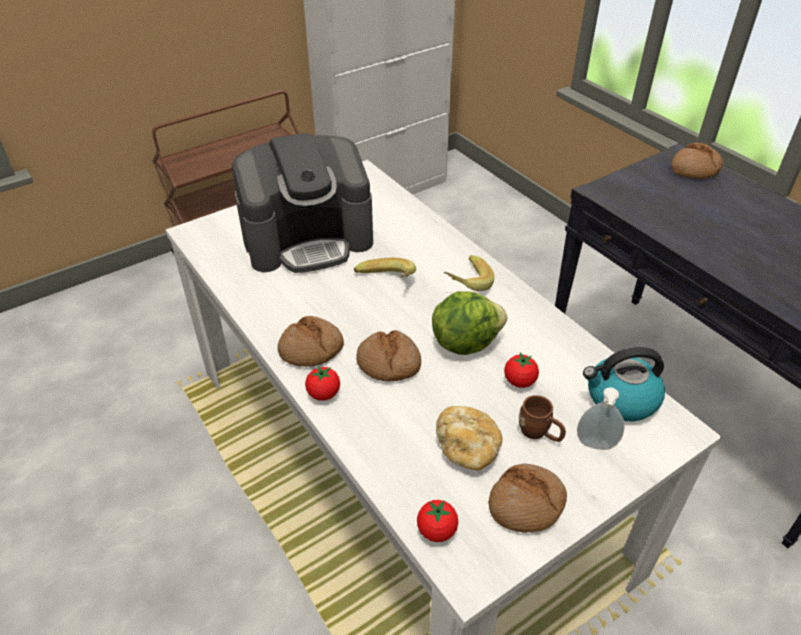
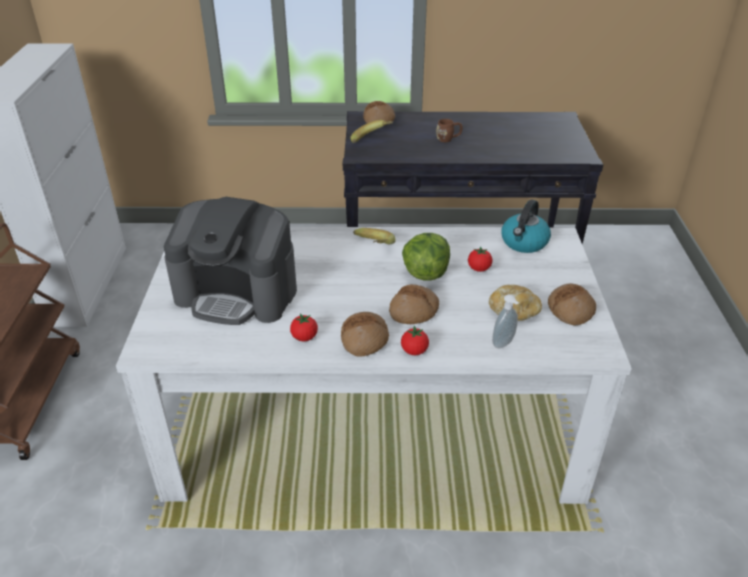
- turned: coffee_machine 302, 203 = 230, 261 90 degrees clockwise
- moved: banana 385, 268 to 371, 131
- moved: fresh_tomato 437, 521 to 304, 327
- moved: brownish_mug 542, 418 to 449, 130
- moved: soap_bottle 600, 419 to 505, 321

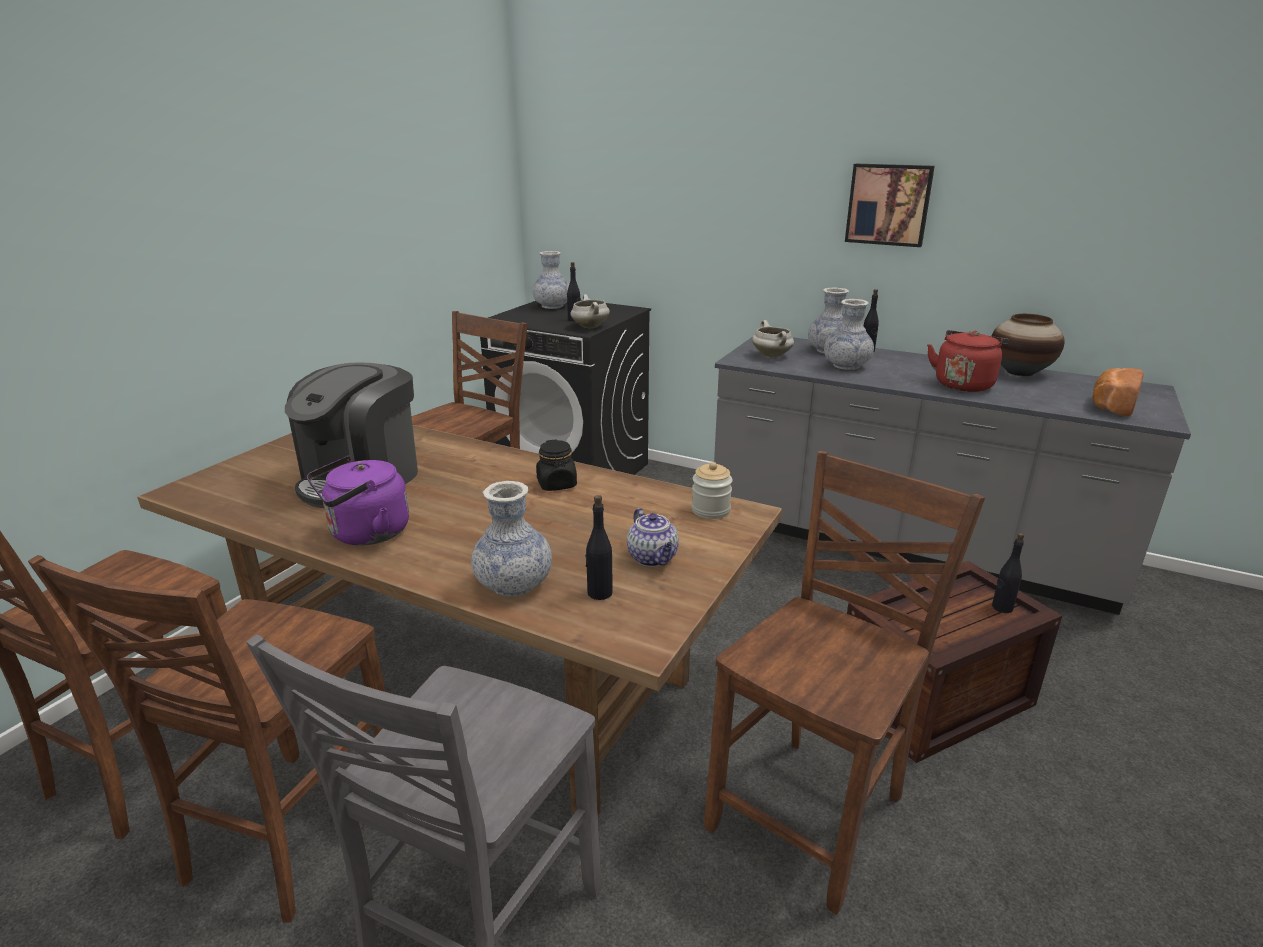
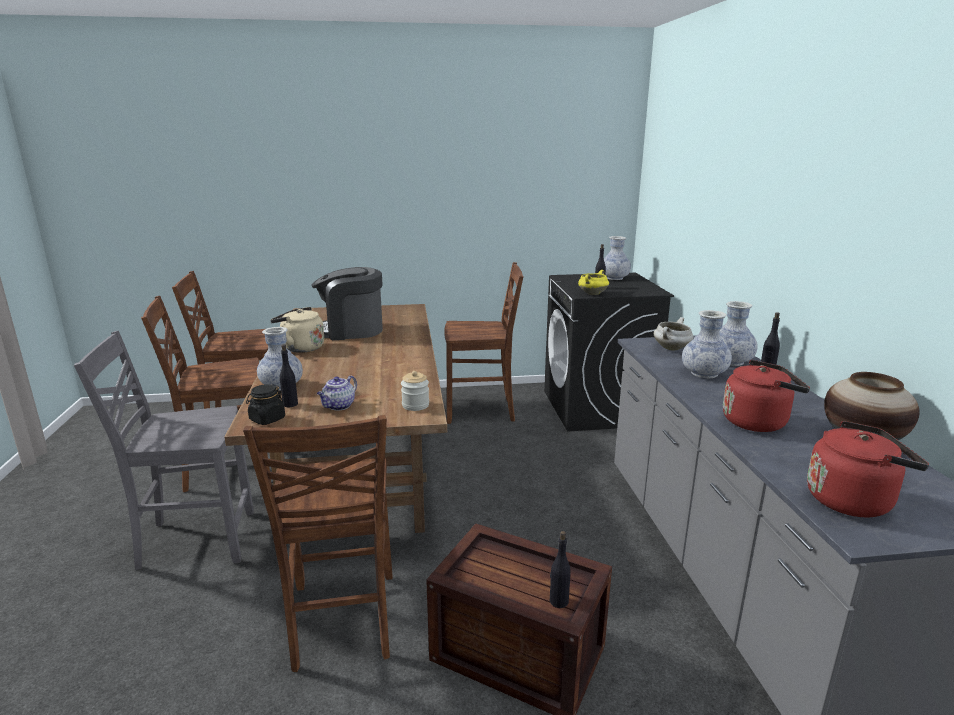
- recoloured: purplish_tea_kettle 358, 500 to beige_tea_kettle 297, 330
- moved: black-coloured_preserve_jar 556, 465 to 265, 404
- recoloured: white-coloured_stockpot 590, 311 to yellow-coloured_stockpot 593, 282
- turned: brownish_chair 844, 683 = 318, 543 75 degrees clockwise
- removed: wall_art 890, 205
- replaced: bread 1118, 392 to reddish_tea_kettle 868, 469

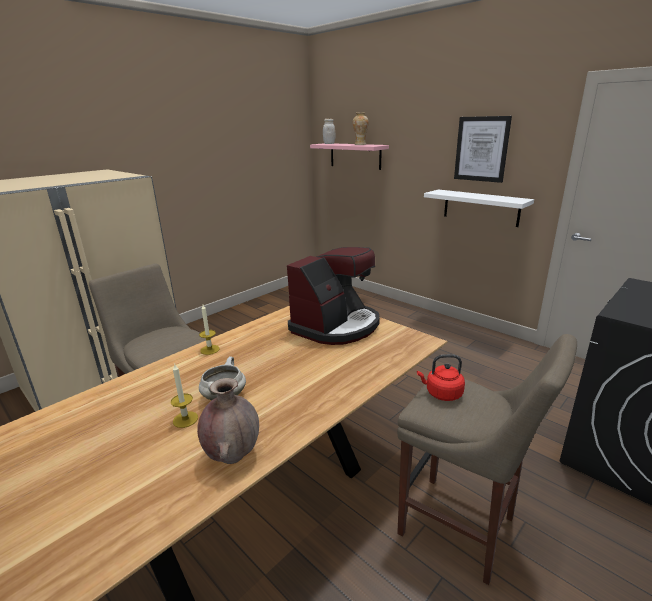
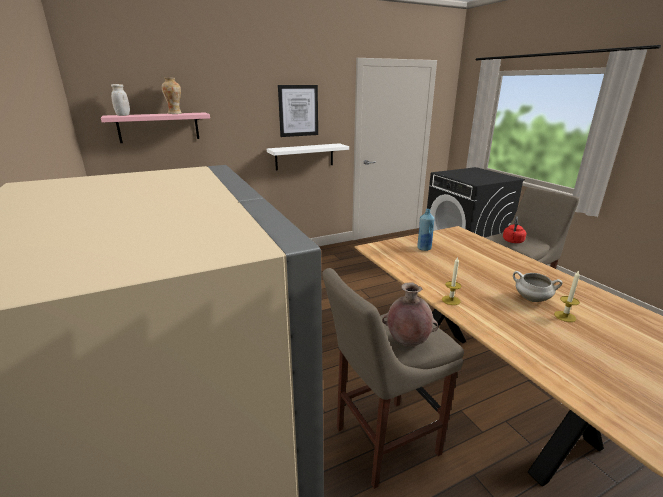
- moved: brownish_vase 228, 421 to 410, 314
- replaced: coffee_machine 333, 296 to blue_beverage_bottle 426, 230

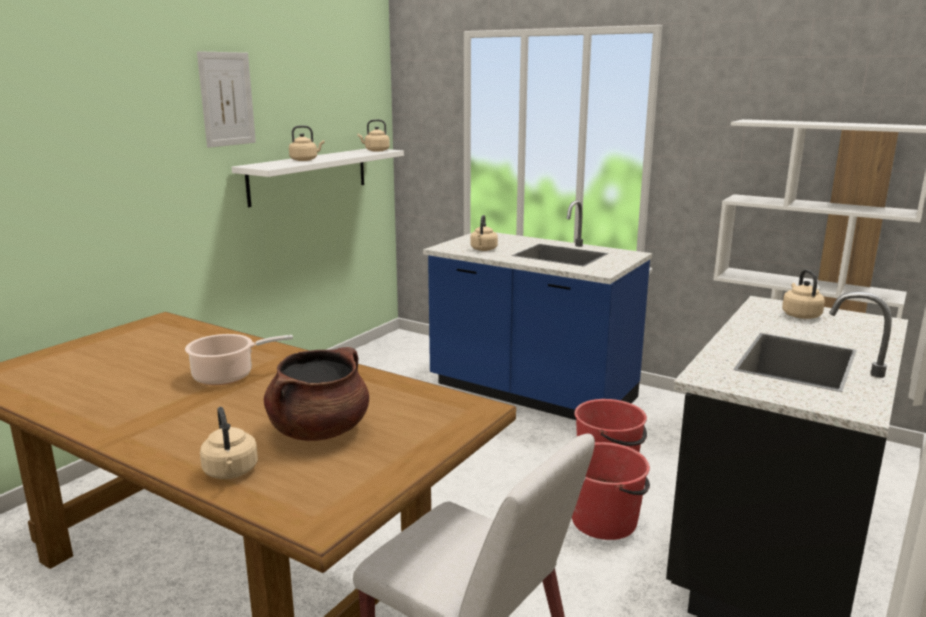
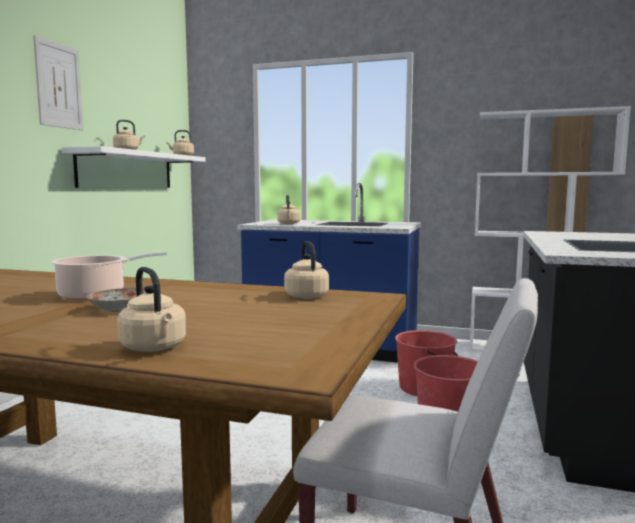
- removed: brownish_stockpot 316, 394
- moved: beige_tea_kettle 803, 294 to 306, 270
- added: flat_dish 116, 300

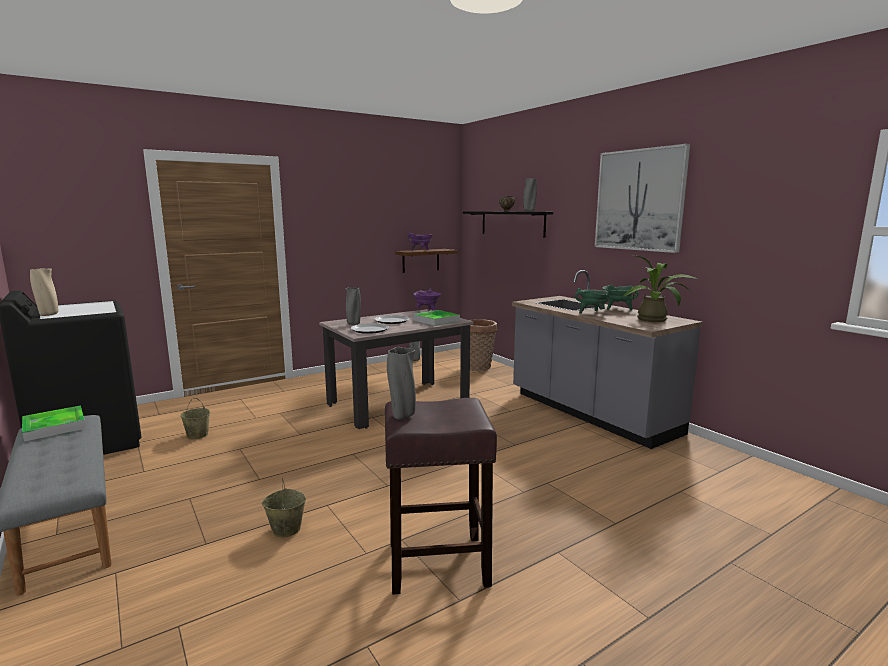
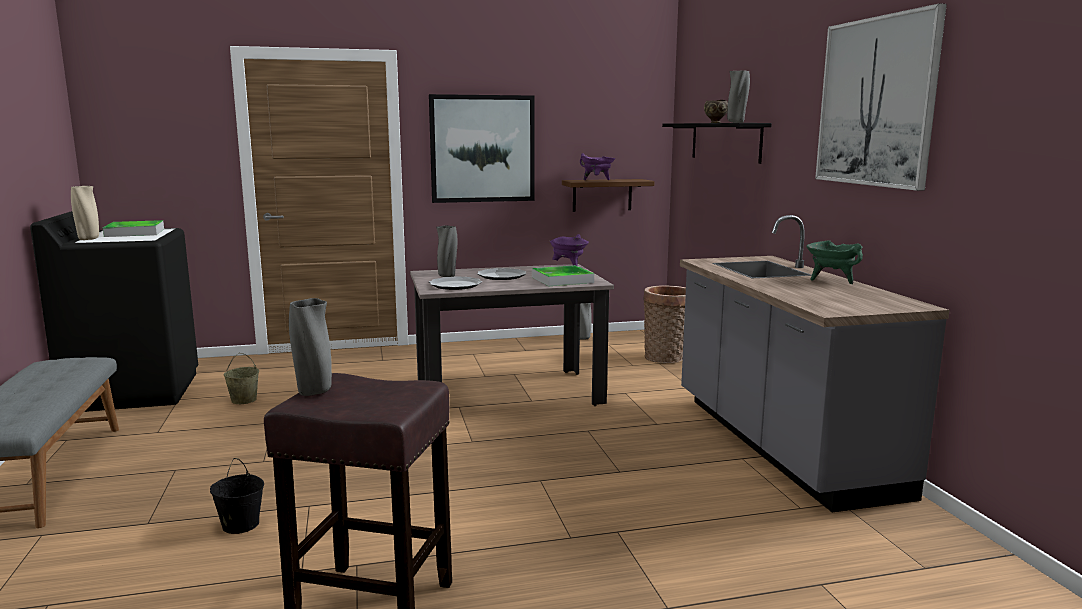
- moved: serving_tray 54, 423 to 133, 228
- recoloured: beige_water_bucket 284, 507 to black-coloured_water_bucket 237, 496
- removed: green-coloured_stockpot 593, 301
- removed: potted_plant 660, 288
- added: wall_art 482, 148

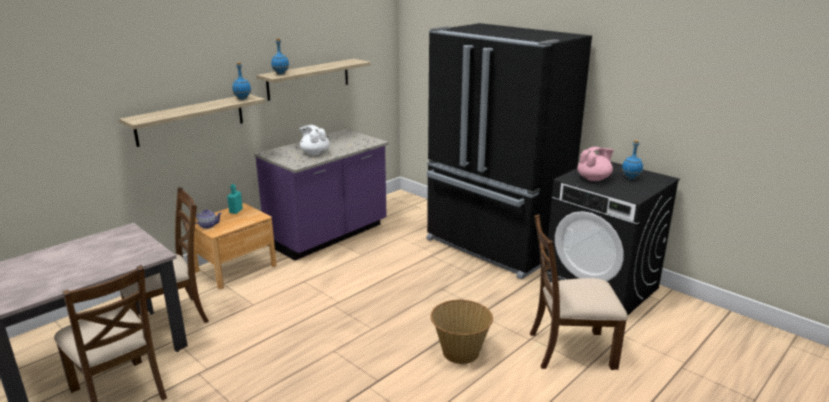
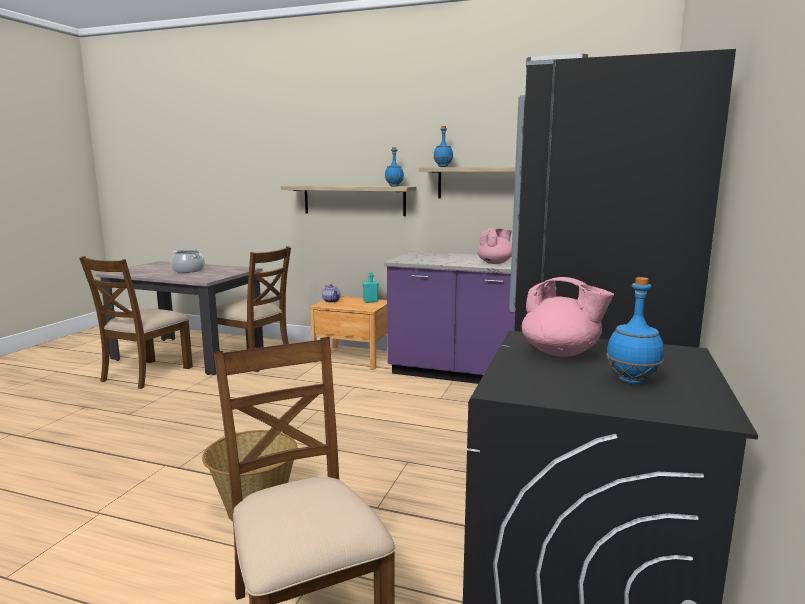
- removed: white-coloured_teapot 315, 140
- added: stockpot 188, 261
- added: pink-coloured_teapot 494, 246

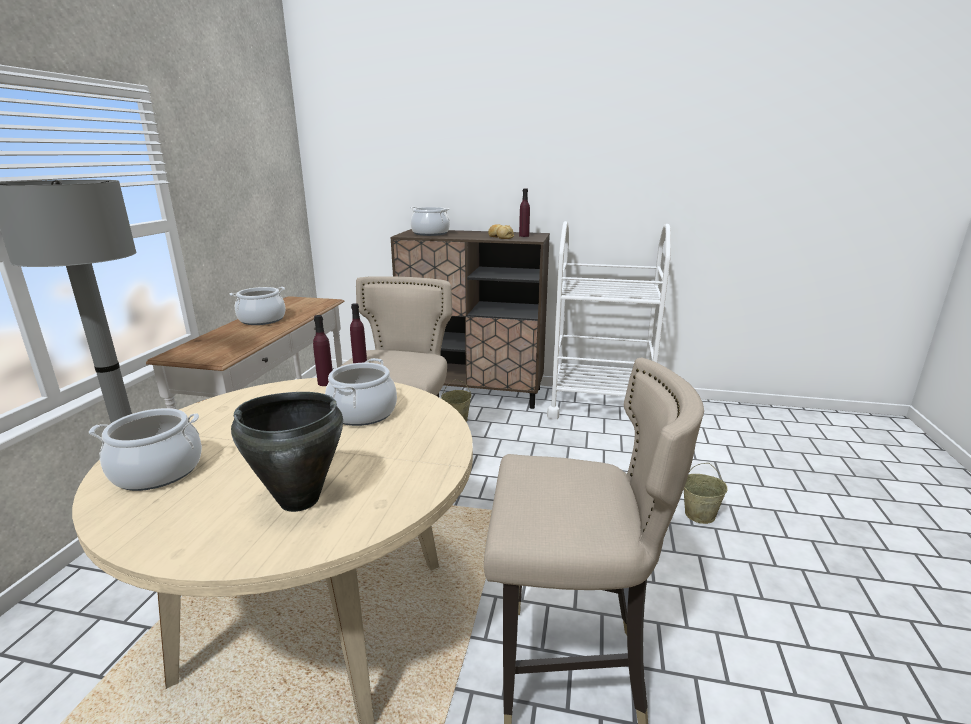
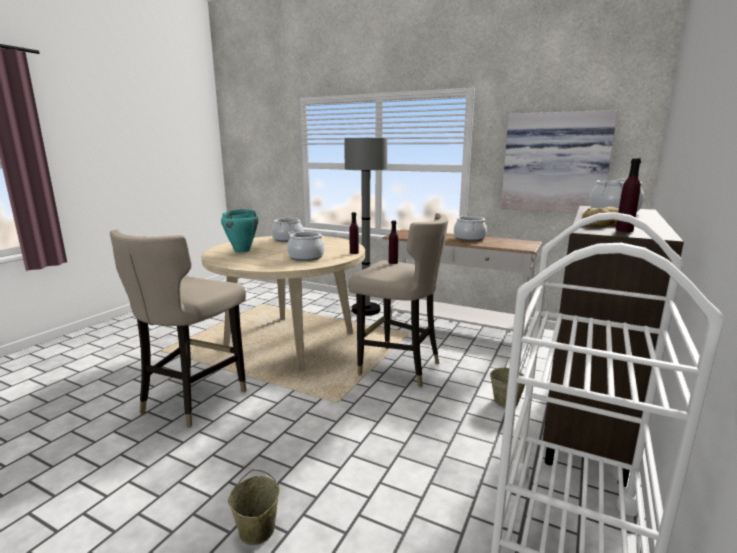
- recoloured: black-coloured_stockpot 287, 452 to turquoise-coloured_stockpot 239, 231
- added: wall_art 559, 161

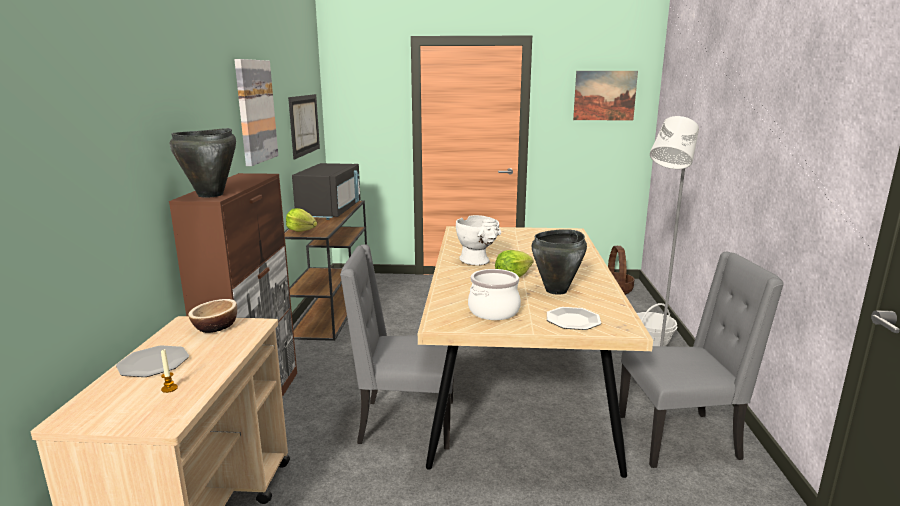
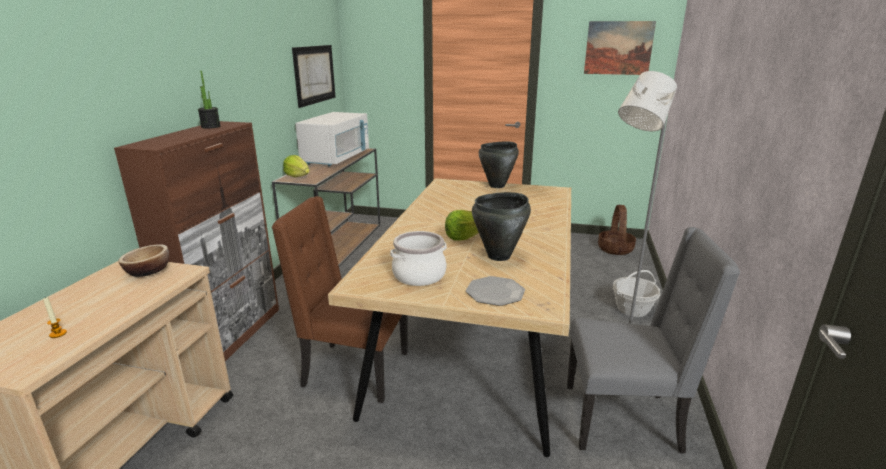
- removed: flat_dish 152, 361
- moved: black-coloured_stockpot 203, 163 to 499, 164
- removed: wall_art 256, 112
- recoloured: black-coloured_microwave_oven 326, 191 to white-coloured_microwave_oven 332, 139
- recoloured: greyish_chair 397, 347 to brownish_chair 339, 299
- removed: white-coloured_vase 478, 240
- added: potted_plant 209, 100

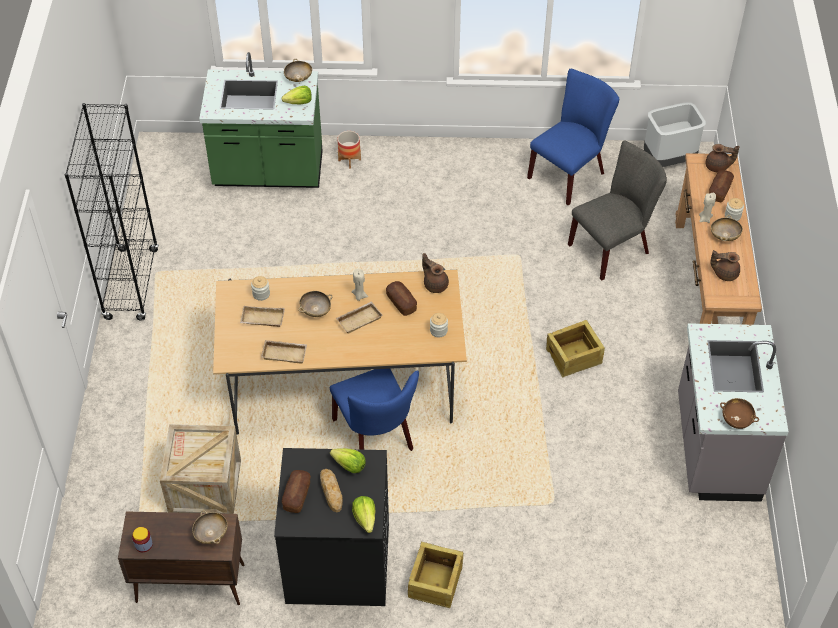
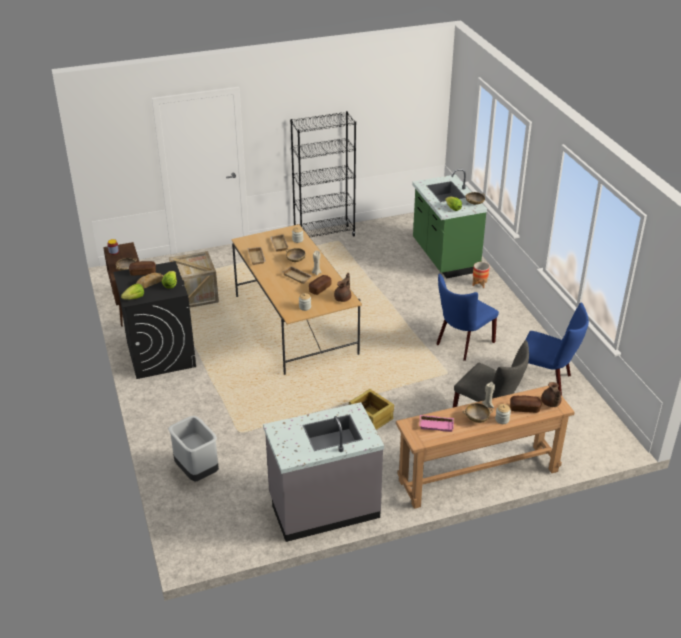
- moved: blue_chair 374, 410 to 467, 317
- removed: packing_crate 435, 575
- moved: greyish_trash_can 675, 134 to 193, 449
- replaced: brownish_teapot 725, 265 to pink-coloured_serving_tray 436, 423
- removed: brownish_bowl 739, 413

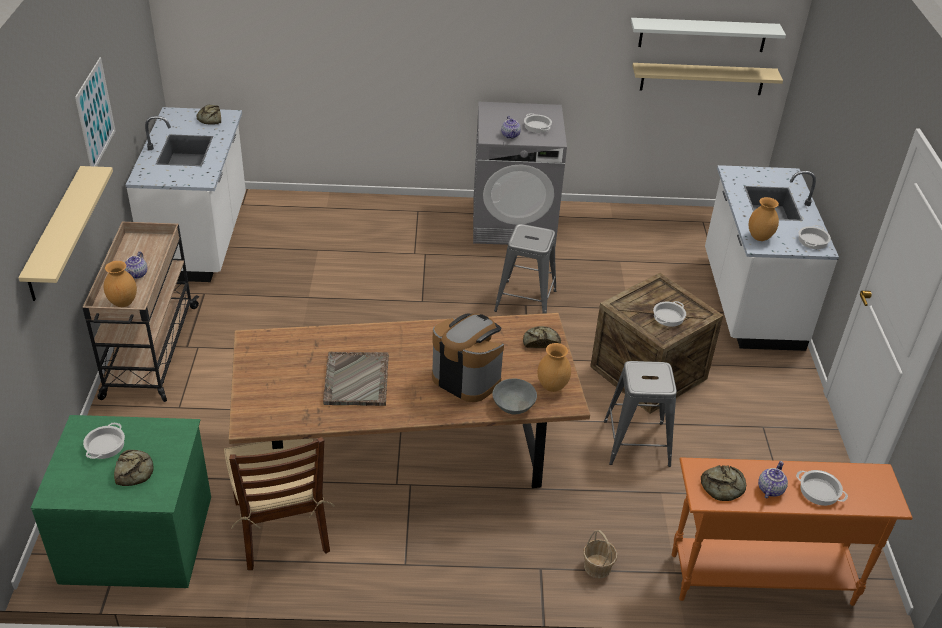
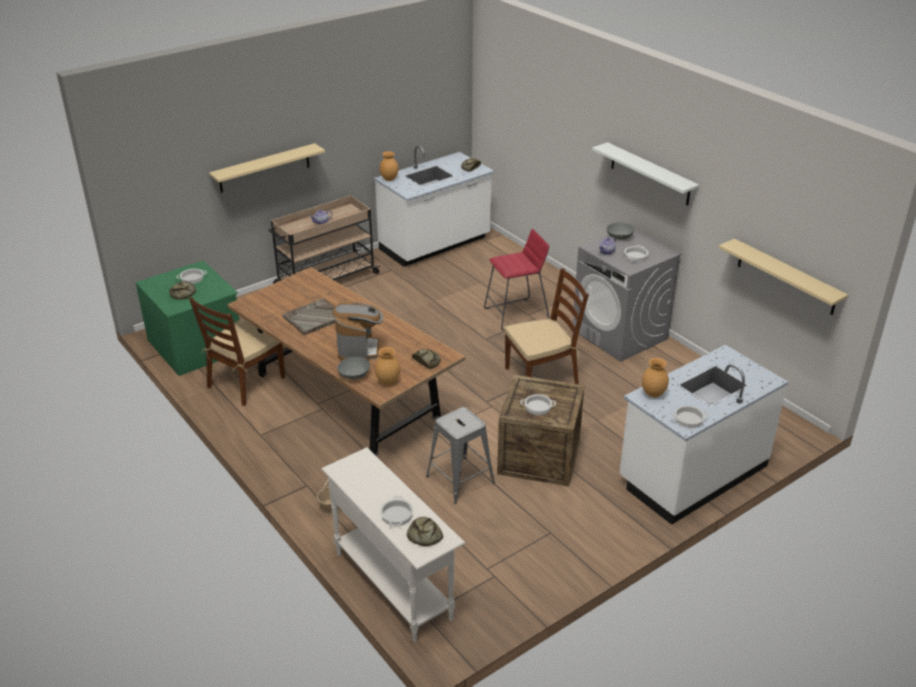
- removed: wall_art 95, 112
- moved: brownish_vase 120, 284 to 389, 166
- replaced: greyish_sitting_stool 525, 269 to brownish_chair 546, 326
- moved: white-coloured_wall_shelf 708, 35 to 645, 173
- recoloured: orange_console_table 792, 531 to white-coloured_console_table 393, 544
- moved: bread 723, 483 to 425, 531
- removed: teapot 773, 479
- added: reddish_sitting_stool 516, 280
- added: greyish_bowl 621, 231

